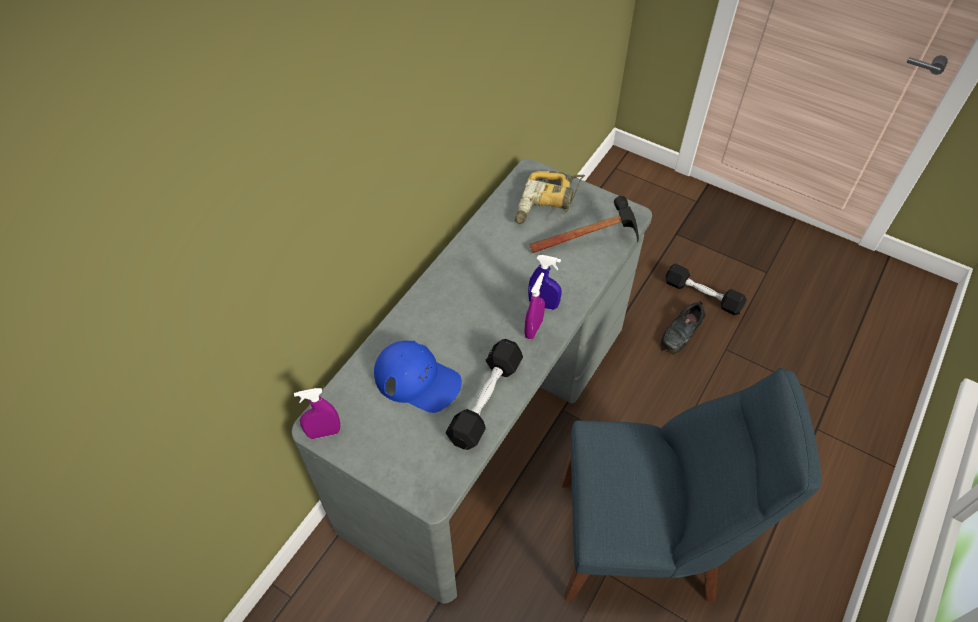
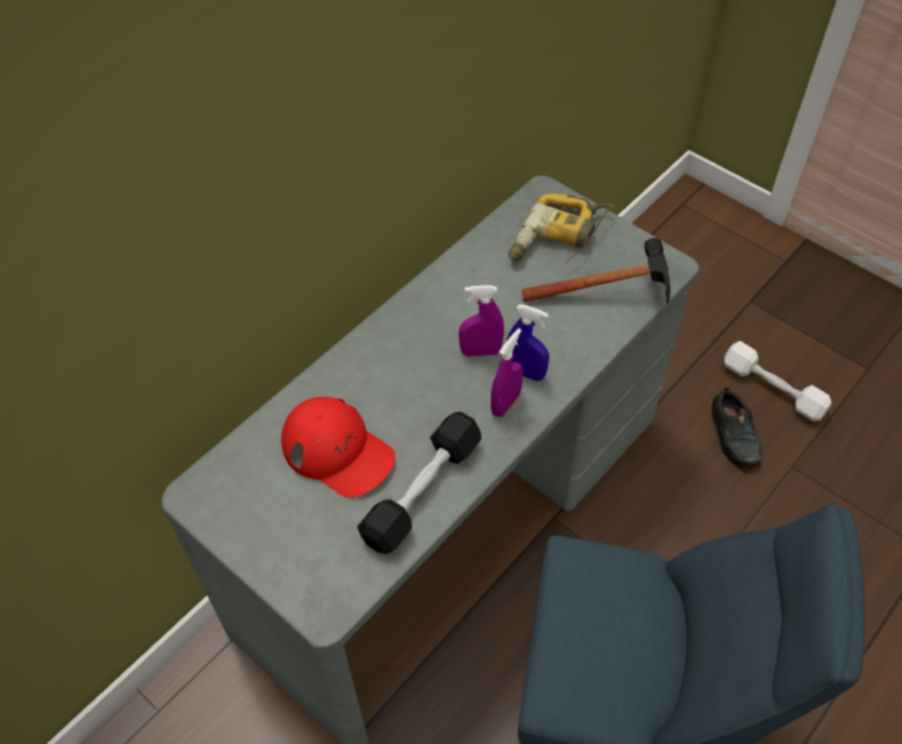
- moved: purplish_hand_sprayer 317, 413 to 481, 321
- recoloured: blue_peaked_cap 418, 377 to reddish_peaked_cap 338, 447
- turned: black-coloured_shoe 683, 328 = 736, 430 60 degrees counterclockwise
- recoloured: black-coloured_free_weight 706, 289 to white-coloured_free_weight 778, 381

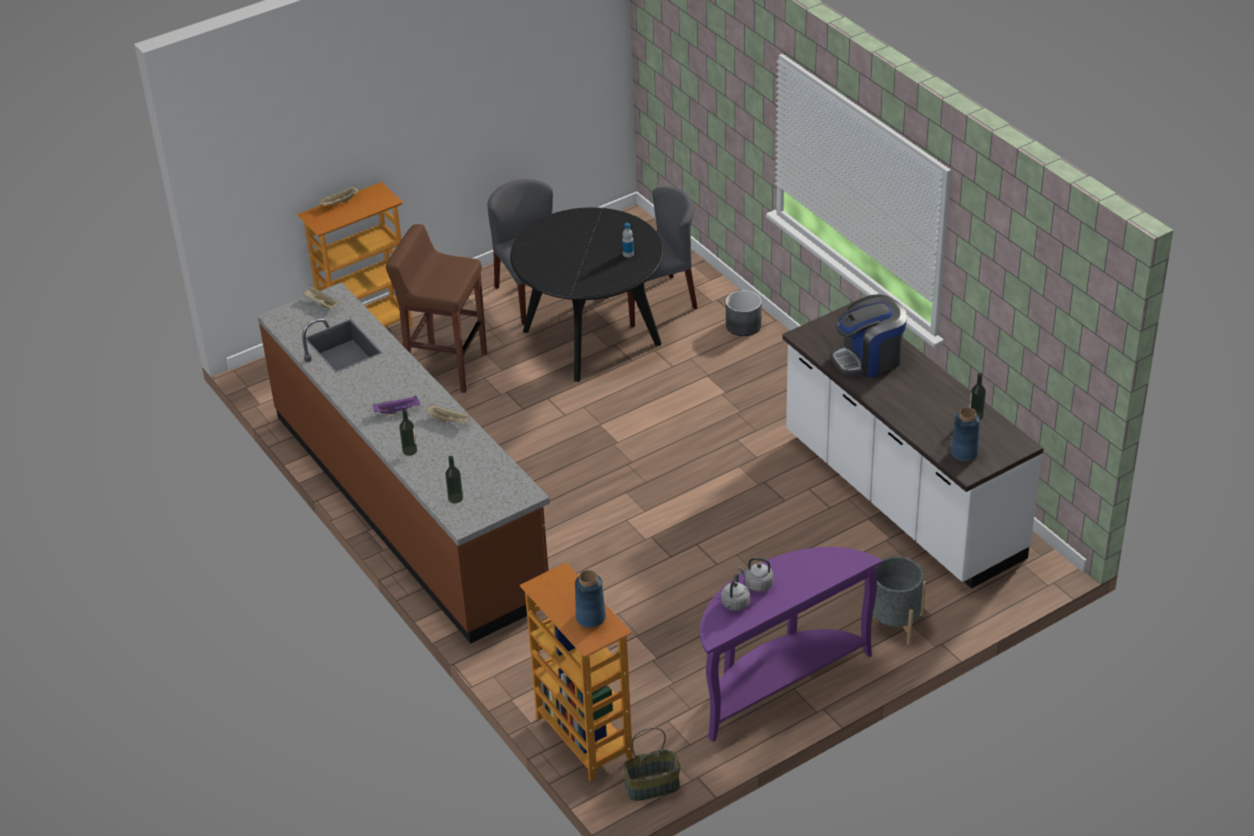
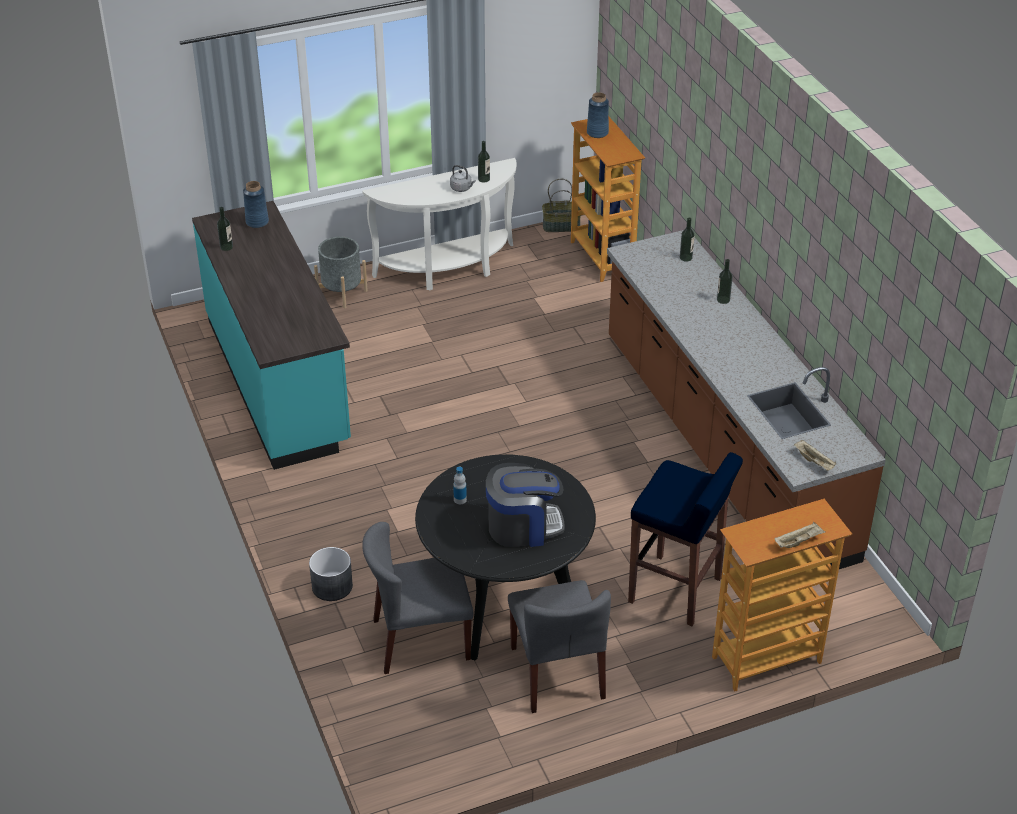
- removed: purplish_serving_tray 396, 404
- recoloured: brownish_sitting_stool 436, 308 to blue_sitting_stool 685, 539
- removed: beige_serving_tray 447, 414
- recoloured: purplish_console_table 791, 644 to white-coloured_console_table 439, 224
- replaced: greyish_tea_kettle 735, 592 to beverage_bottle 484, 162
- recoloured: white-coloured_kitchen_counter 913, 445 to turquoise-coloured_kitchen_counter 271, 335
- moved: coffee_machine 868, 336 to 525, 505

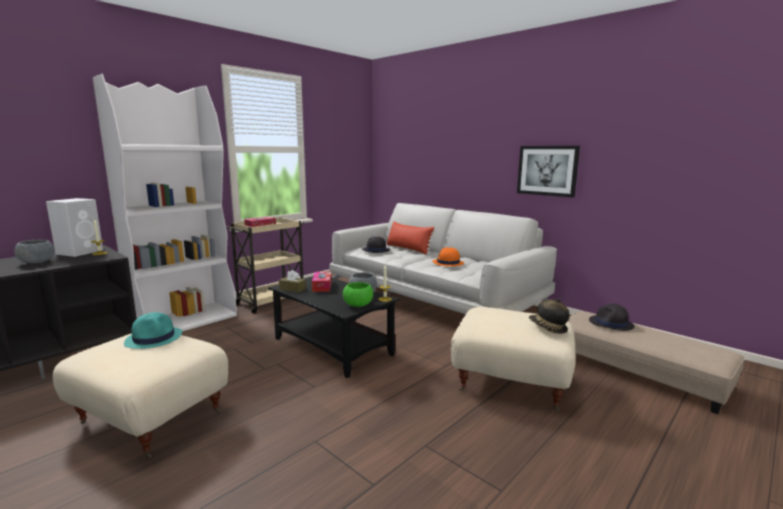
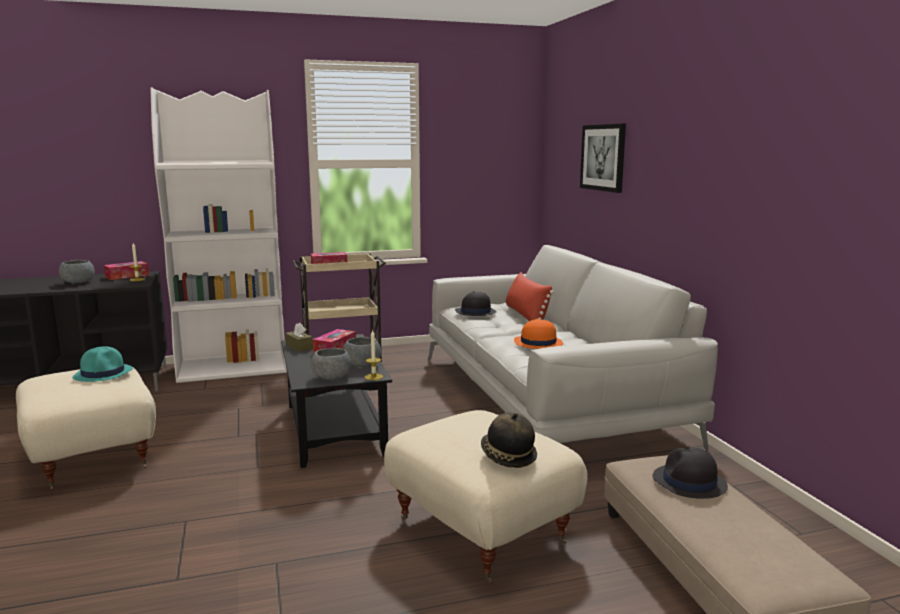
- replaced: white-coloured_loudspeaker 74, 227 to tissue_box 126, 270
- recoloured: green-coloured_bowl 358, 294 to greyish_bowl 331, 364
- moved: wall_art 548, 171 to 603, 158

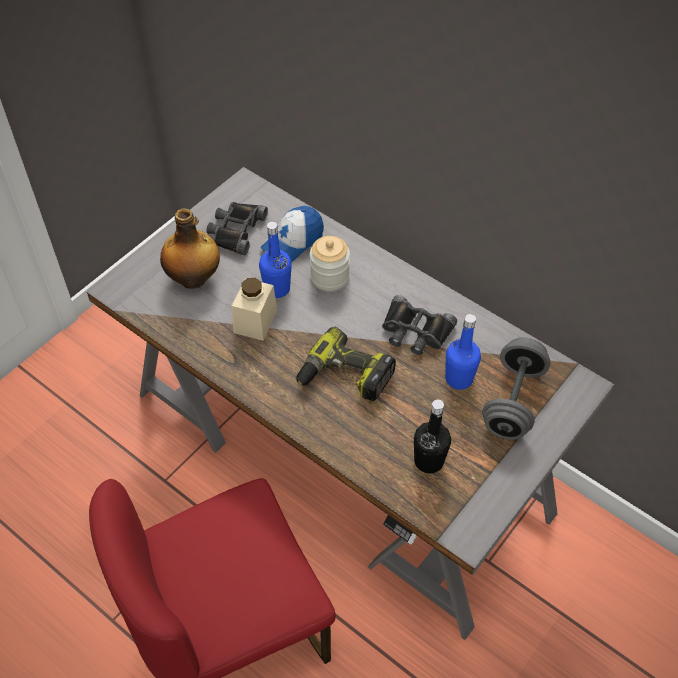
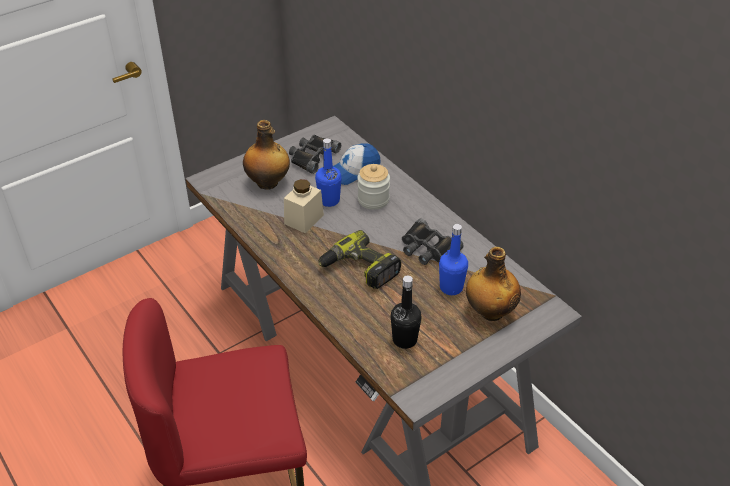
- replaced: greyish_free_weight 516, 388 to beverage_bottle 493, 284

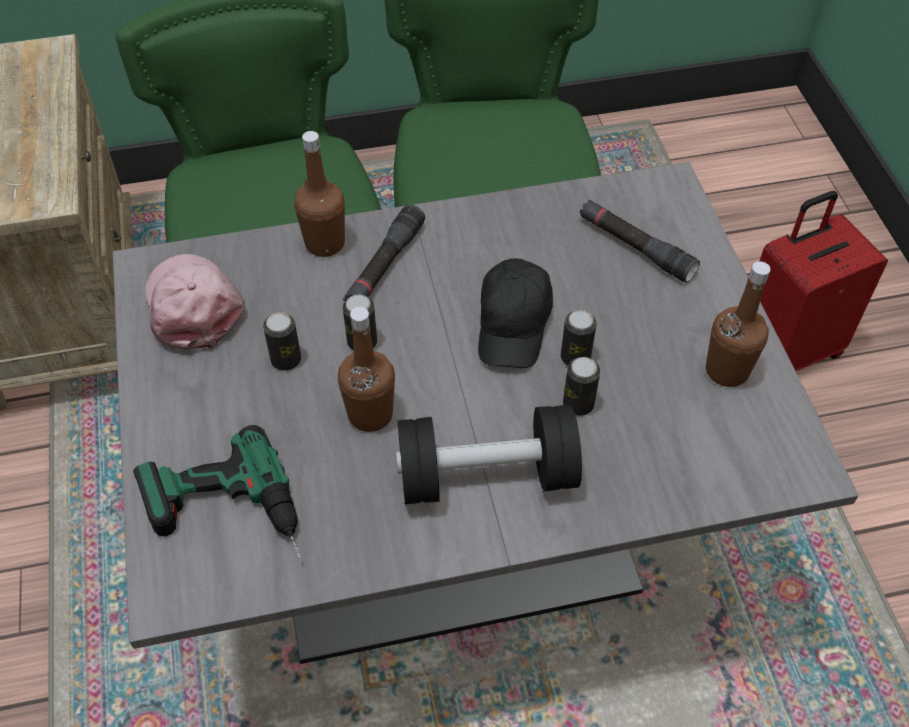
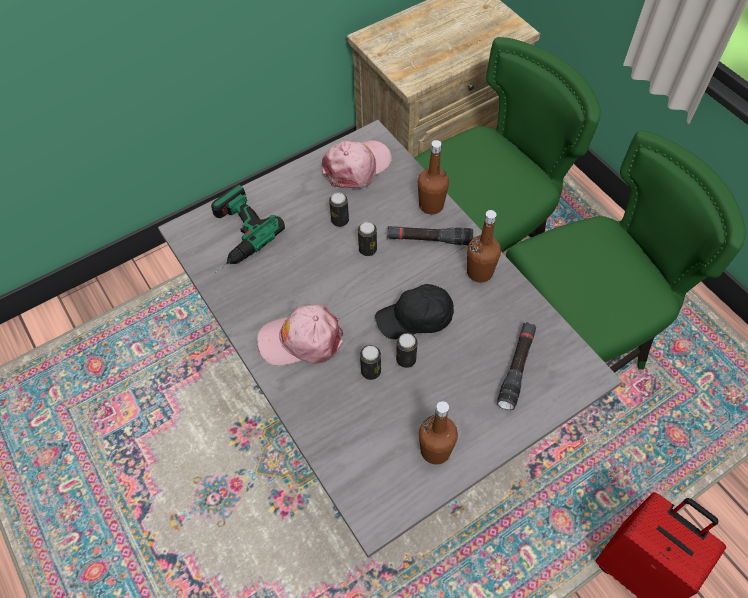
- moved: brownish_beverage_bottle 366, 369 to 484, 246
- replaced: black-coloured_free_weight 489, 454 to pink-coloured_peaked_cap 300, 335

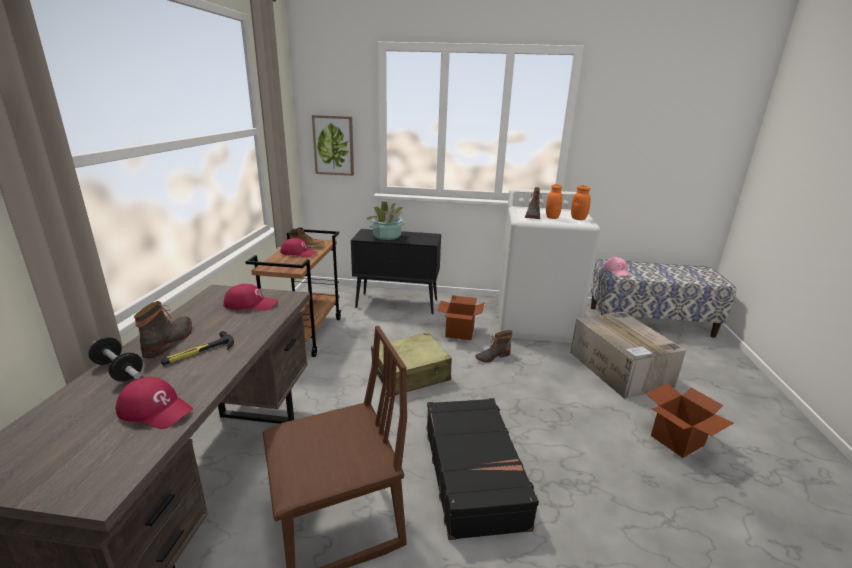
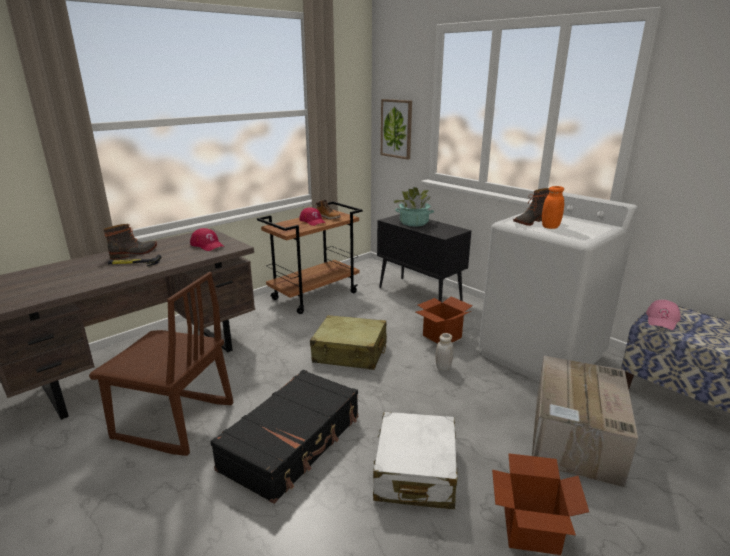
- removed: free_weight 116, 359
- removed: reddish_peaked_cap 154, 403
- replaced: tall_boot 494, 346 to white-coloured_preserve_jar 444, 352
- removed: orange_preserve_jar 581, 202
- added: white-coloured_travel_case 415, 460

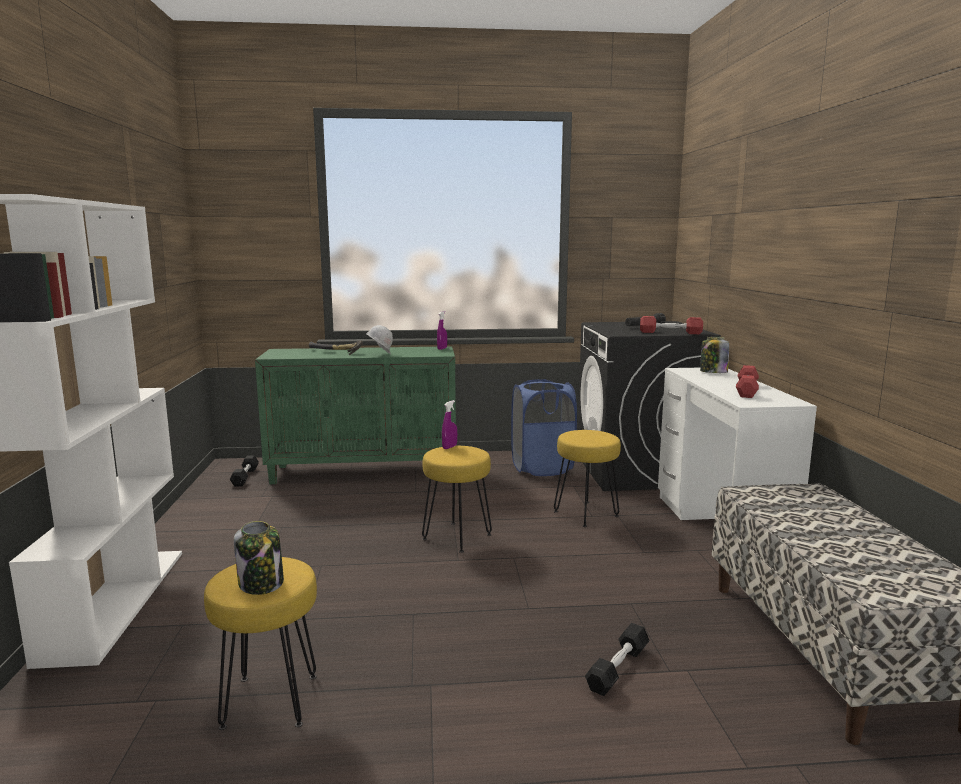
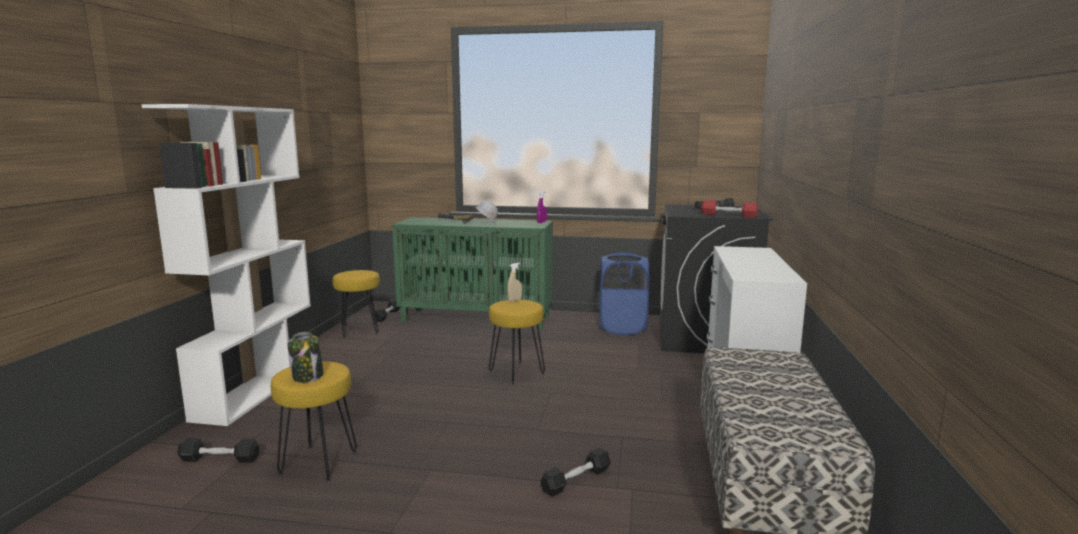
- recoloured: purplish_hand_sprayer 449, 424 to beige_hand_sprayer 514, 282
- moved: yellow-coloured_sitting_stool 587, 478 to 356, 304
- removed: preserve_jar 714, 355
- removed: reddish_free_weight 747, 381
- added: black-coloured_free_weight 218, 450

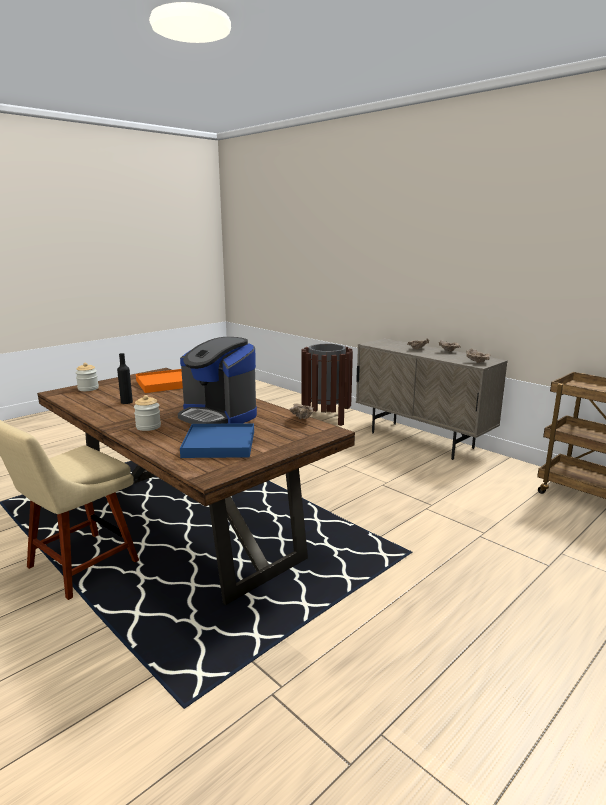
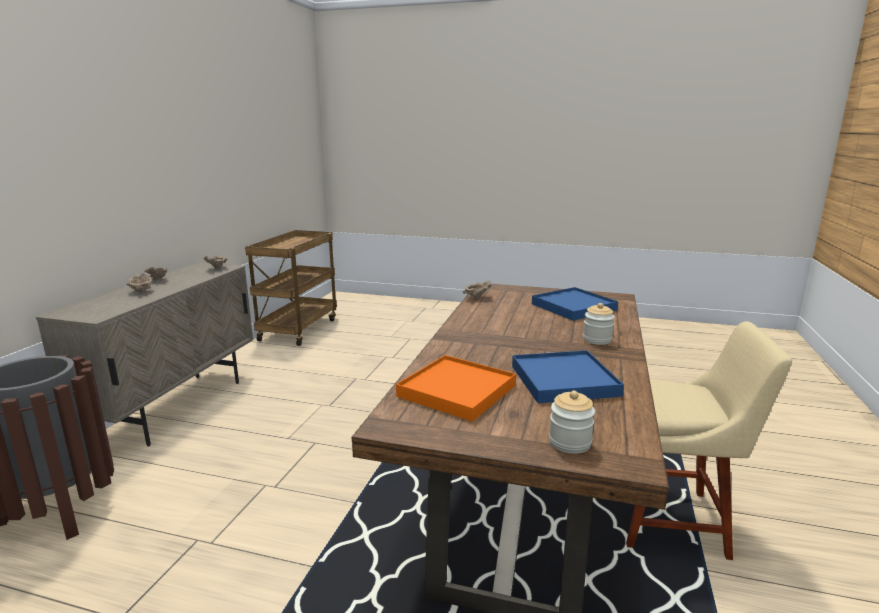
- replaced: black-coloured_beverage_bottle 125, 378 to blue_serving_tray 568, 376
- removed: coffee_machine 217, 380

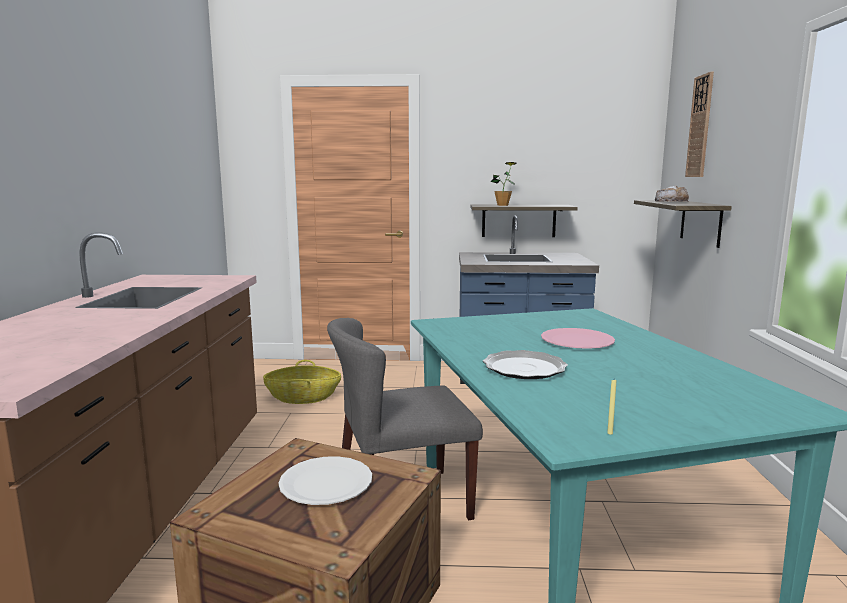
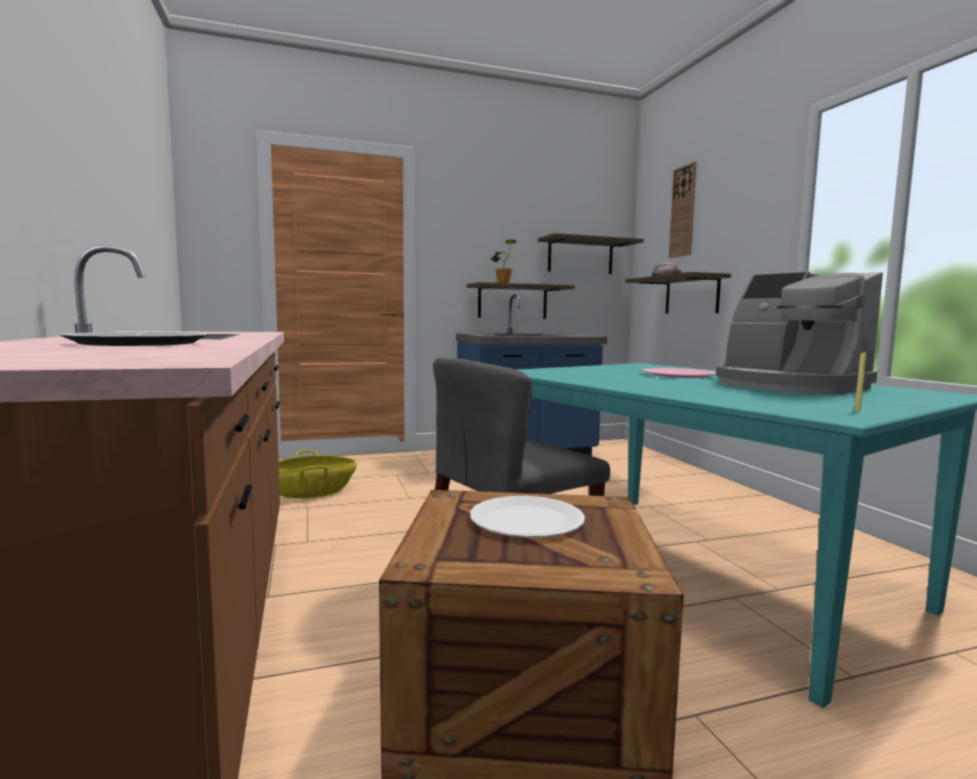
- moved: flat_dish 525, 364 to 133, 339
- added: wall_shelf 591, 253
- added: coffee_machine 799, 333

